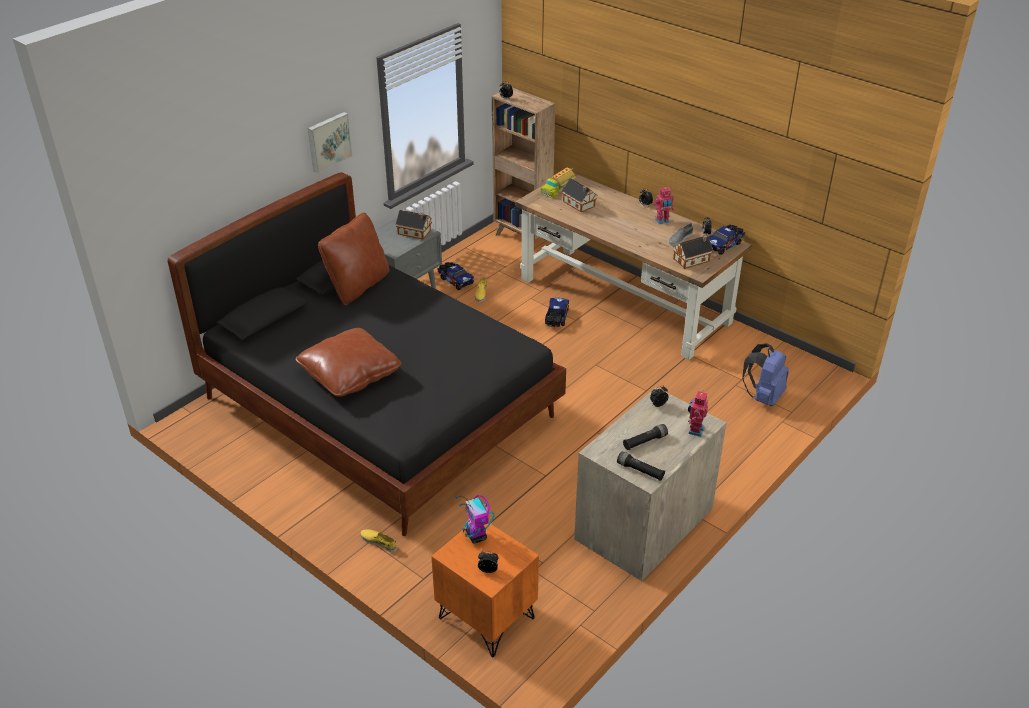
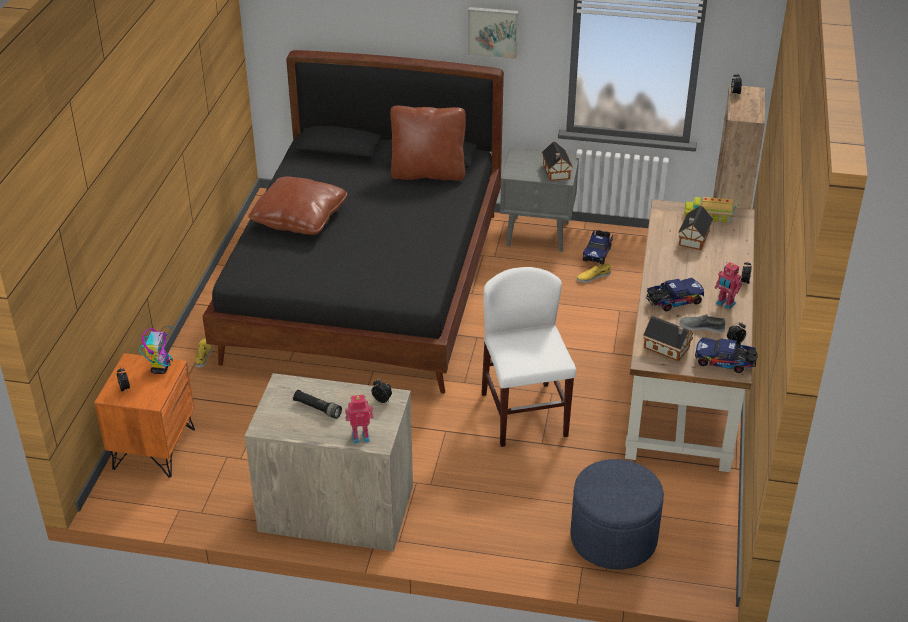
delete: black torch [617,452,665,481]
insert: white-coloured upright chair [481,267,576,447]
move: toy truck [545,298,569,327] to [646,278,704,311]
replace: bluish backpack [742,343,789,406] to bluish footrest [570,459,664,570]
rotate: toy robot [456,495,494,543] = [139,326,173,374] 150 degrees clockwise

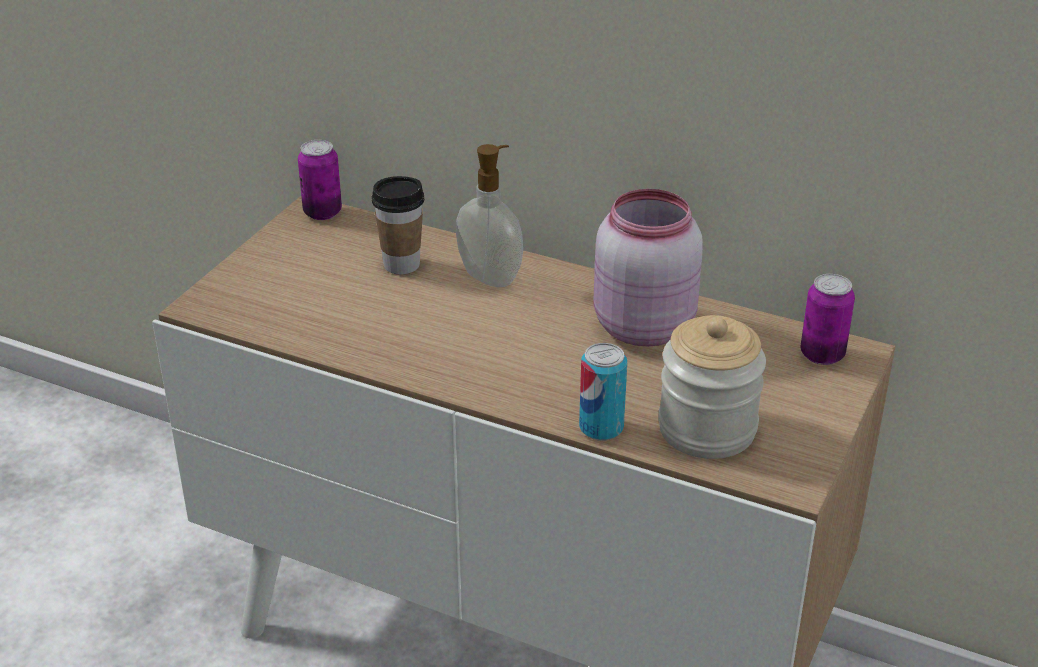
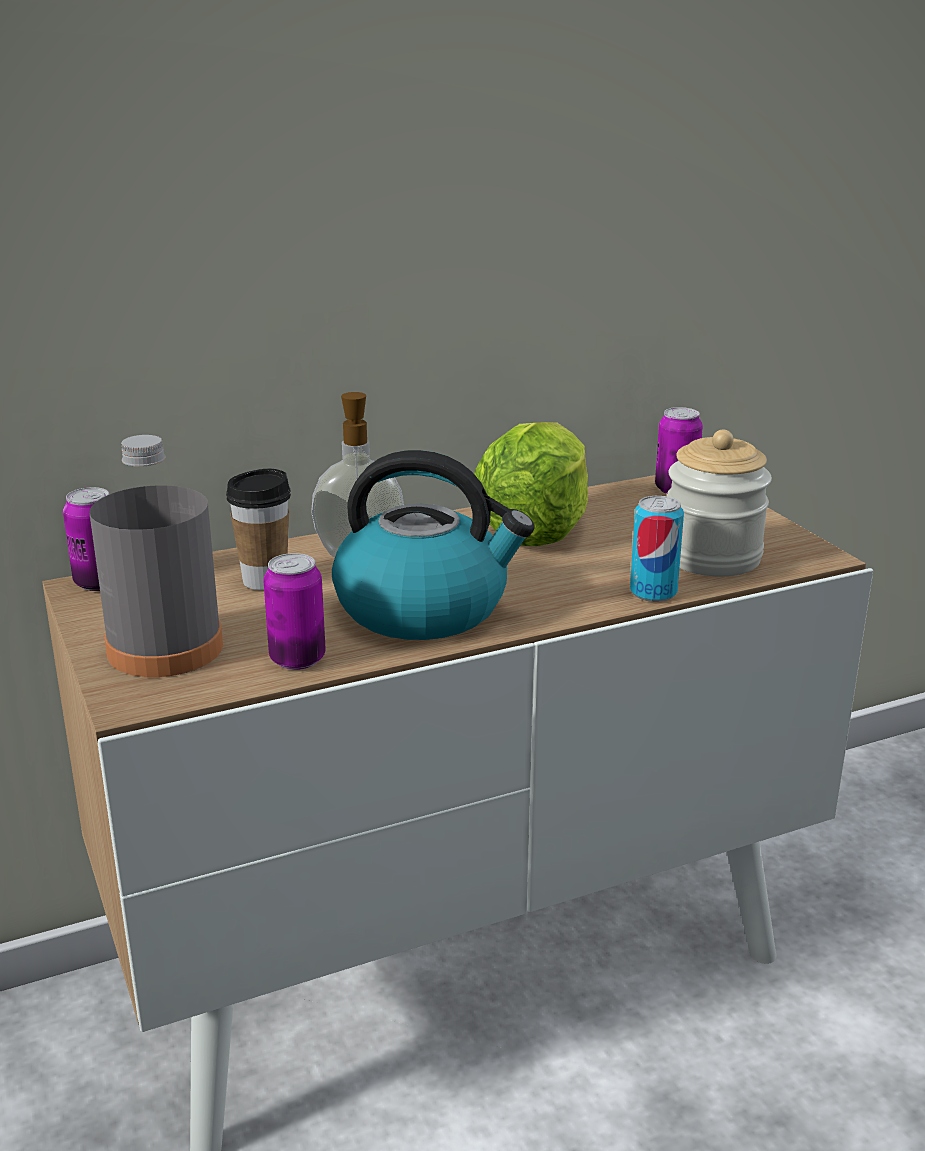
insert: gray drink bottle [89,435,223,677]; can [263,553,326,670]; tea kettle [332,450,535,640]
replace: pink-coloured preserve jar [594,189,703,347] to lettuce [475,422,588,546]

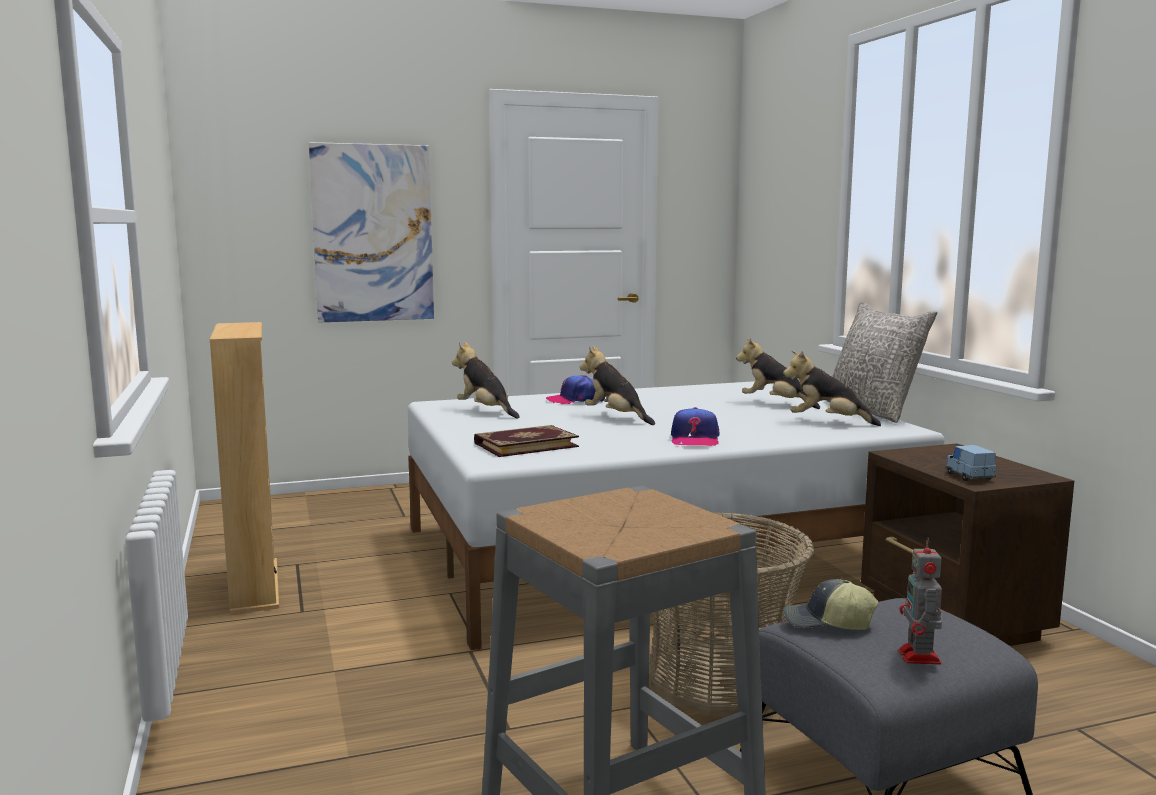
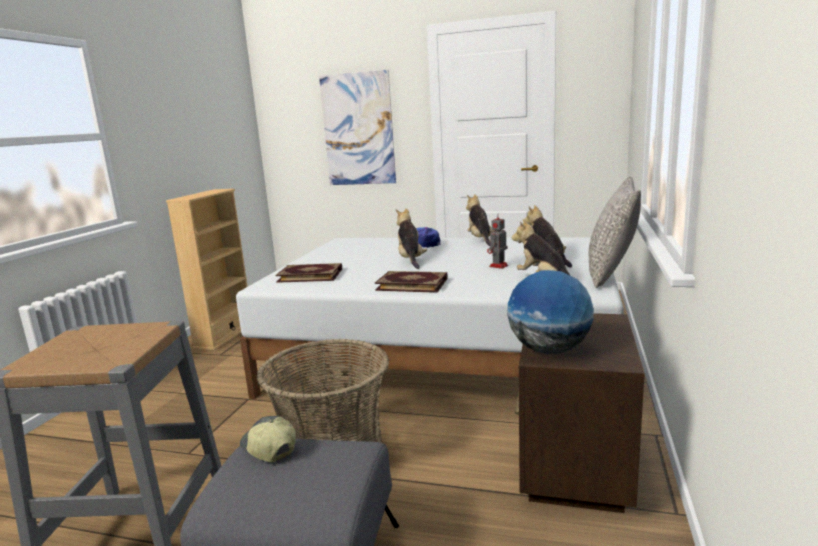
move: soft toy [452,342,519,418] to [466,194,495,246]; toy robot [898,537,942,665] to [487,213,508,269]
replace: baseball cap [671,407,719,446] to bound book [375,271,448,293]; bluish model car [946,445,996,481] to desk globe [507,270,594,354]

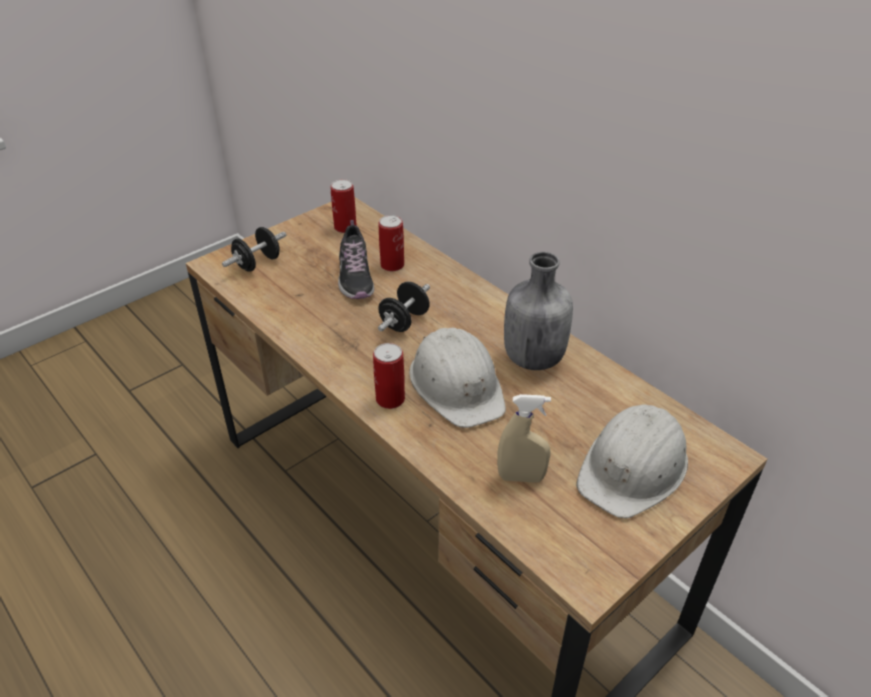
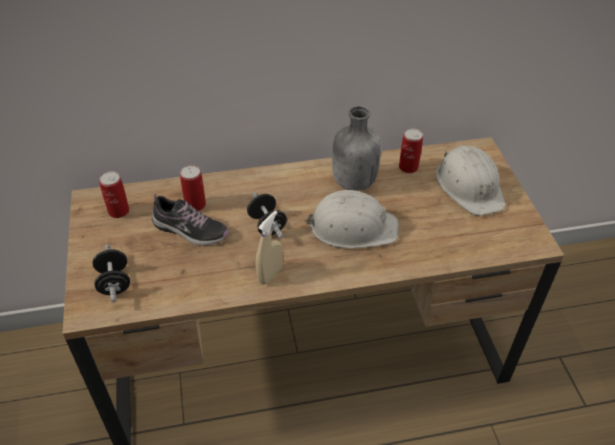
move: can [373,343,405,409] to [399,129,423,173]; beige-coloured spray bottle [497,394,551,483] to [256,210,283,284]

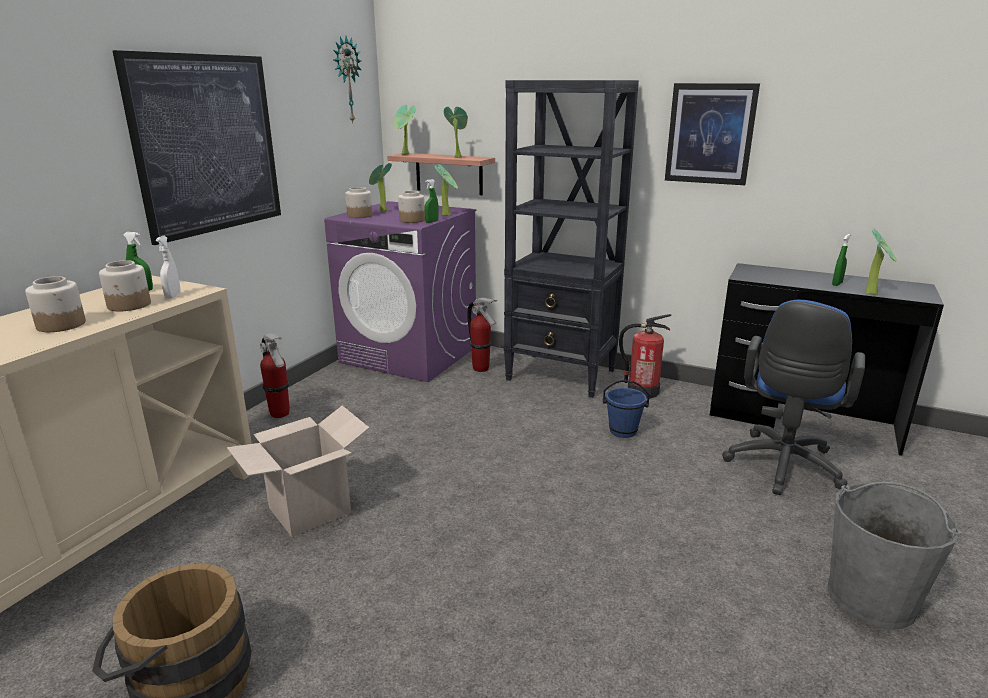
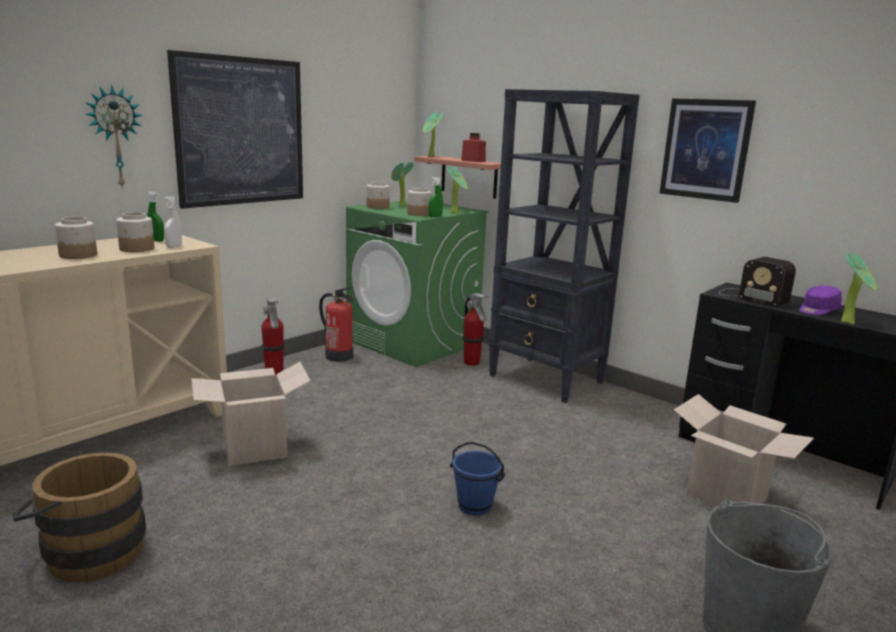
insert: radio receiver [719,257,796,308]
move: hanging clock [333,36,361,123] to [85,85,143,189]; bluish bucket [603,380,650,438] to [450,442,505,516]; fire extinguisher [619,314,671,399] to [319,287,354,362]
replace: houseplant [444,106,468,158] to red preserve jar [461,133,486,162]; bluish desk chair [722,300,865,495] to cardboard box [674,394,814,507]; green-coloured spray bottle [832,234,850,286] to purple baseball cap [799,286,842,315]
recolor: purple washing machine [324,201,477,382] to green-coloured washing machine [346,200,489,367]

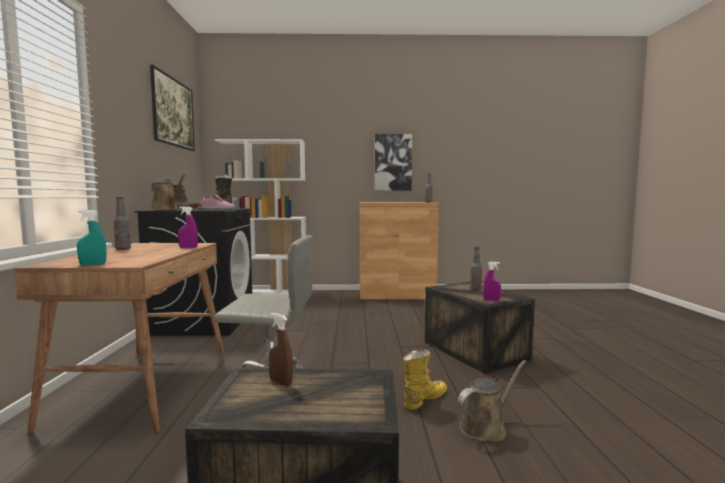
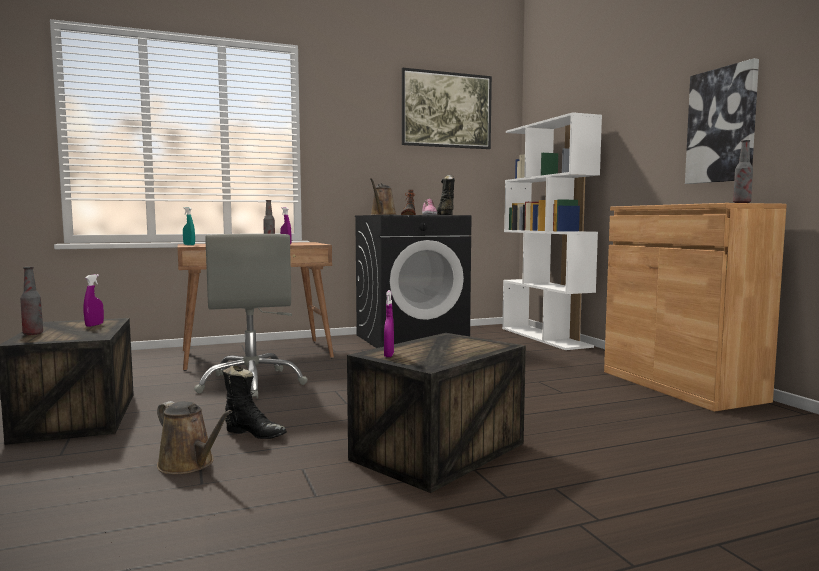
move: drink bottle [470,247,482,291] to [20,267,43,335]
recolor: brown spray bottle [268,313,293,387] to purple spray bottle [83,274,104,327]; yellow-coloured boot [403,350,447,410] to black boot [222,366,287,439]

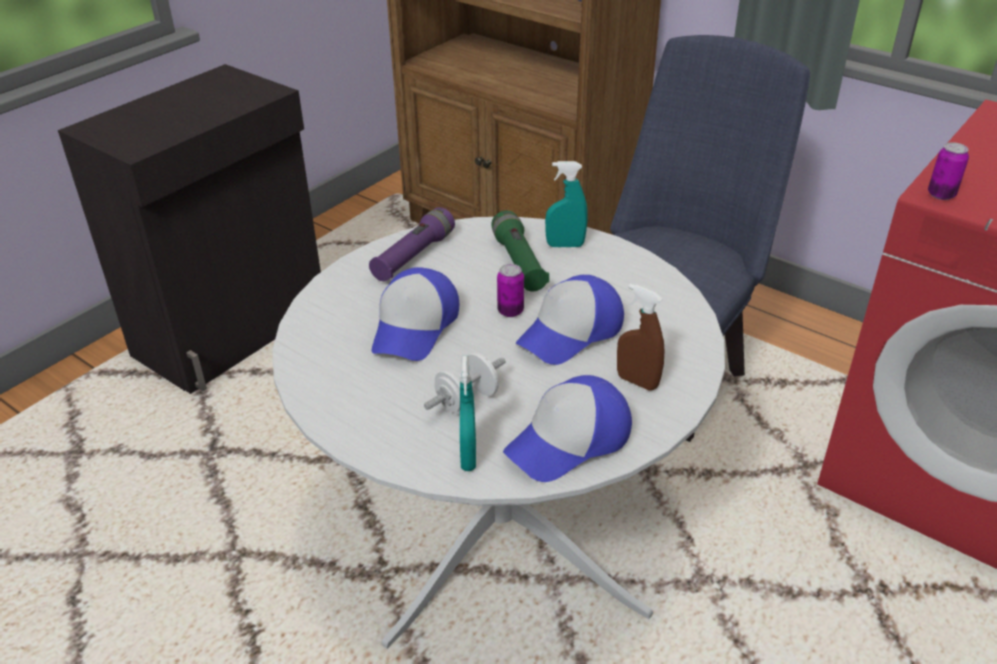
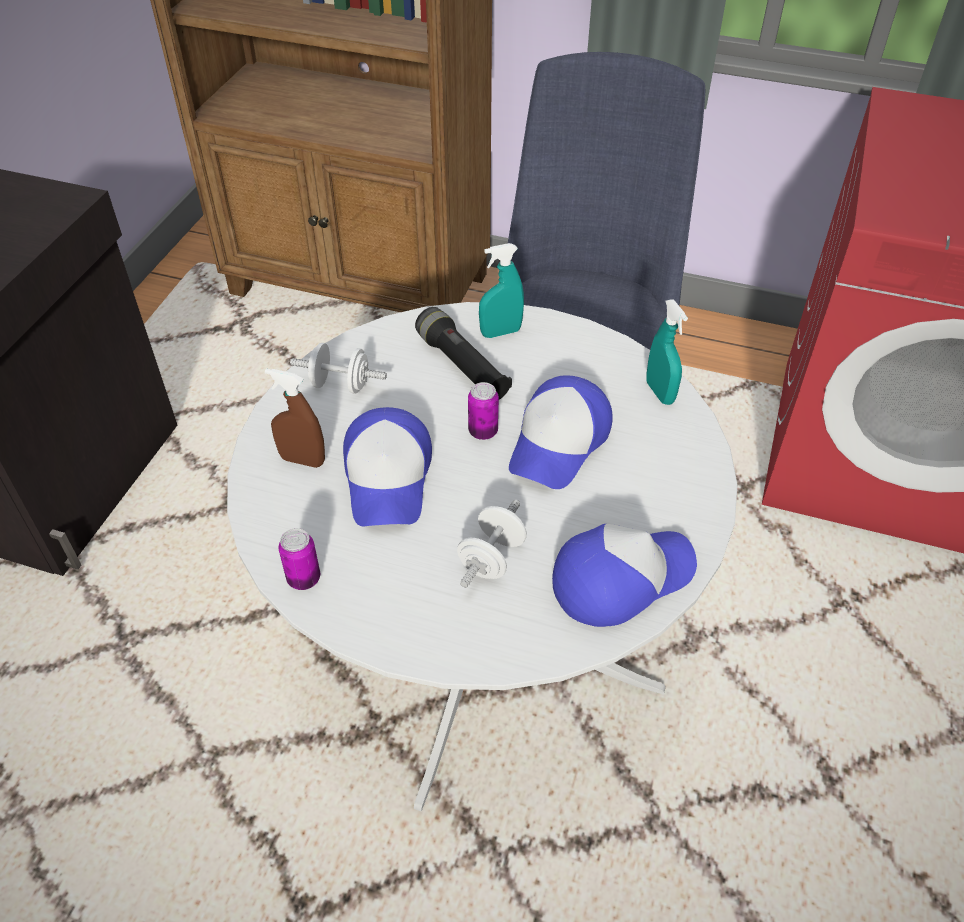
move: turquoise-coloured spray bottle [460,356,476,471] to [646,299,688,405]; brown spray bottle [617,284,665,390] to [265,368,325,468]; can [928,142,969,200] to [278,528,320,590]
replace: purple torch [369,207,455,281] to white-coloured hand weight [290,343,387,394]
recolor: green-coloured torch [491,210,549,292] to black torch [415,307,512,400]
rotate: baseball cap [503,375,632,482] = [552,524,697,627] 150 degrees counterclockwise

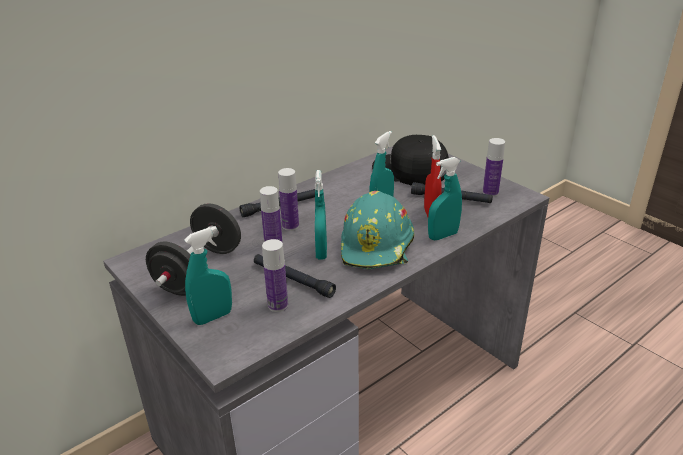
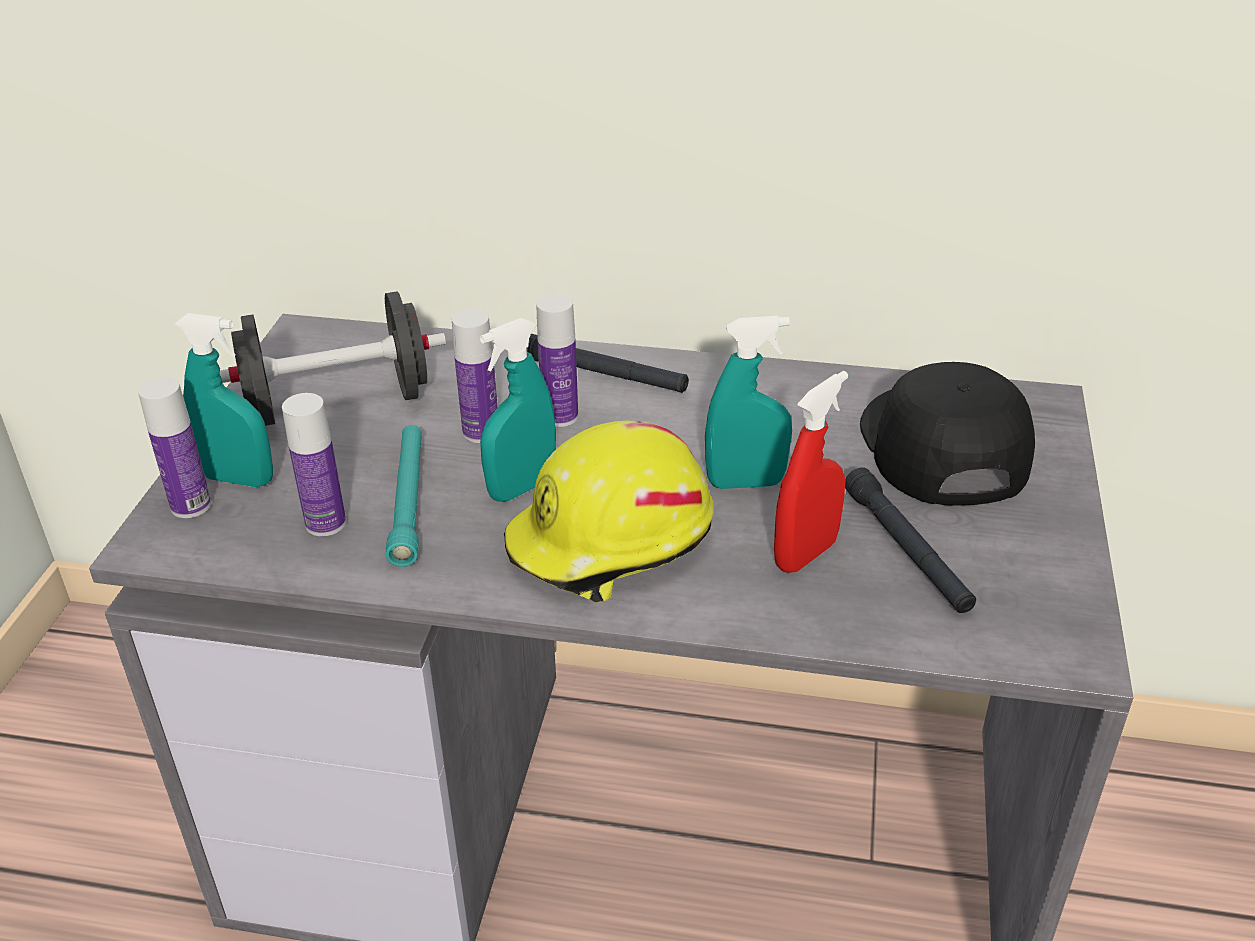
delete: turquoise-coloured spray bottle [428,157,462,240]
move: drink bottle [483,138,505,197] to [138,377,211,518]
recolor: black torch [254,254,336,298] to turquoise-coloured torch [386,425,422,567]; turquoise-coloured safety helmet [341,191,414,269] to yellow-coloured safety helmet [504,421,714,603]

